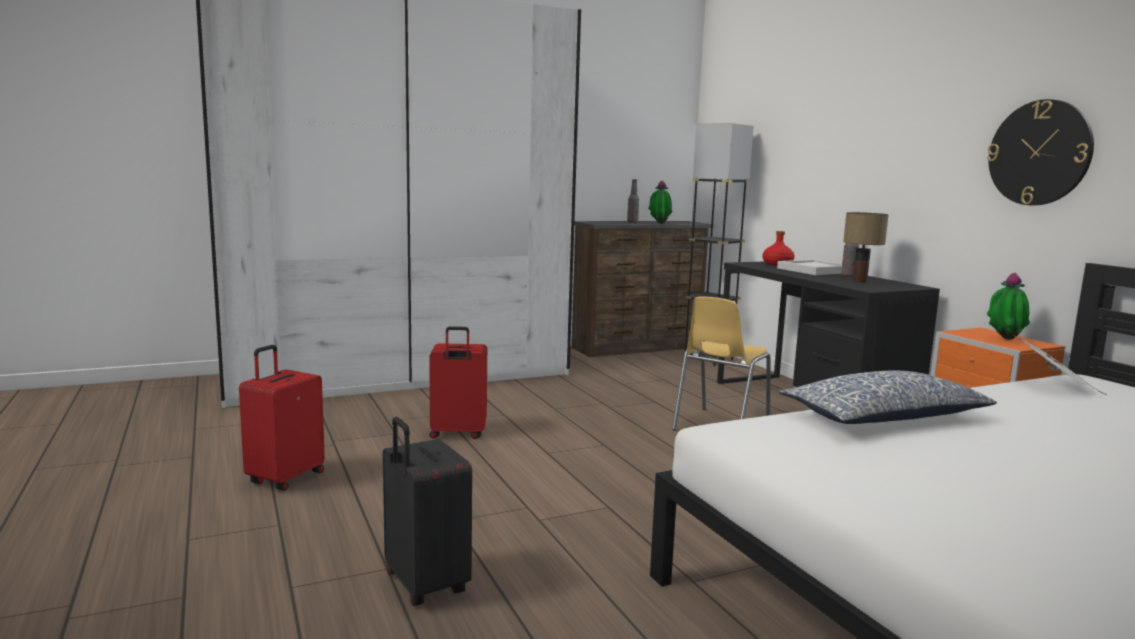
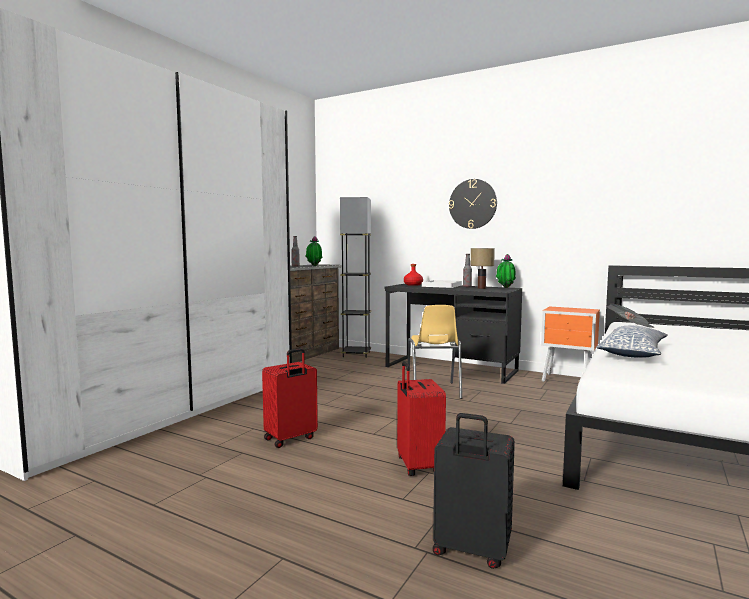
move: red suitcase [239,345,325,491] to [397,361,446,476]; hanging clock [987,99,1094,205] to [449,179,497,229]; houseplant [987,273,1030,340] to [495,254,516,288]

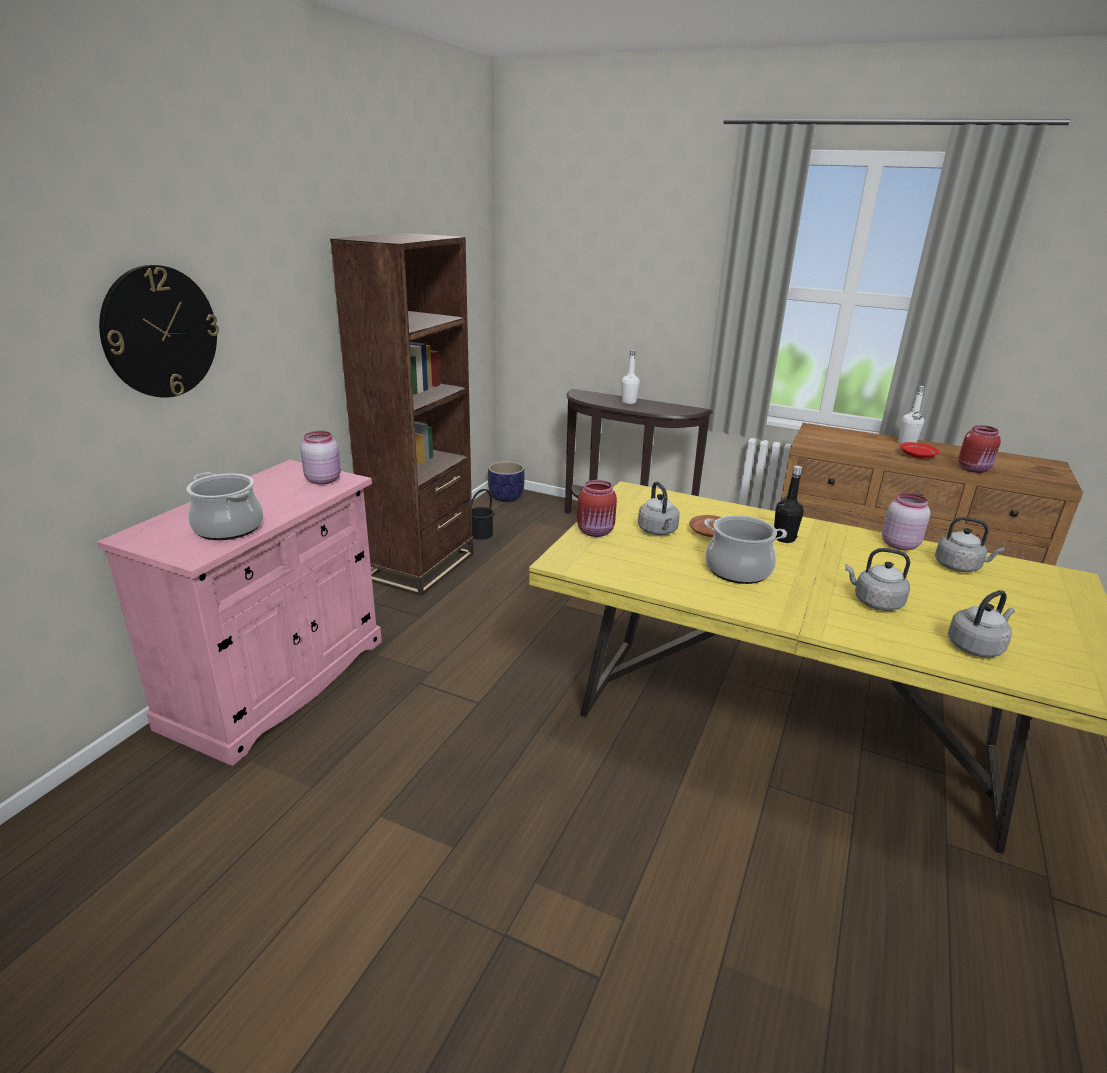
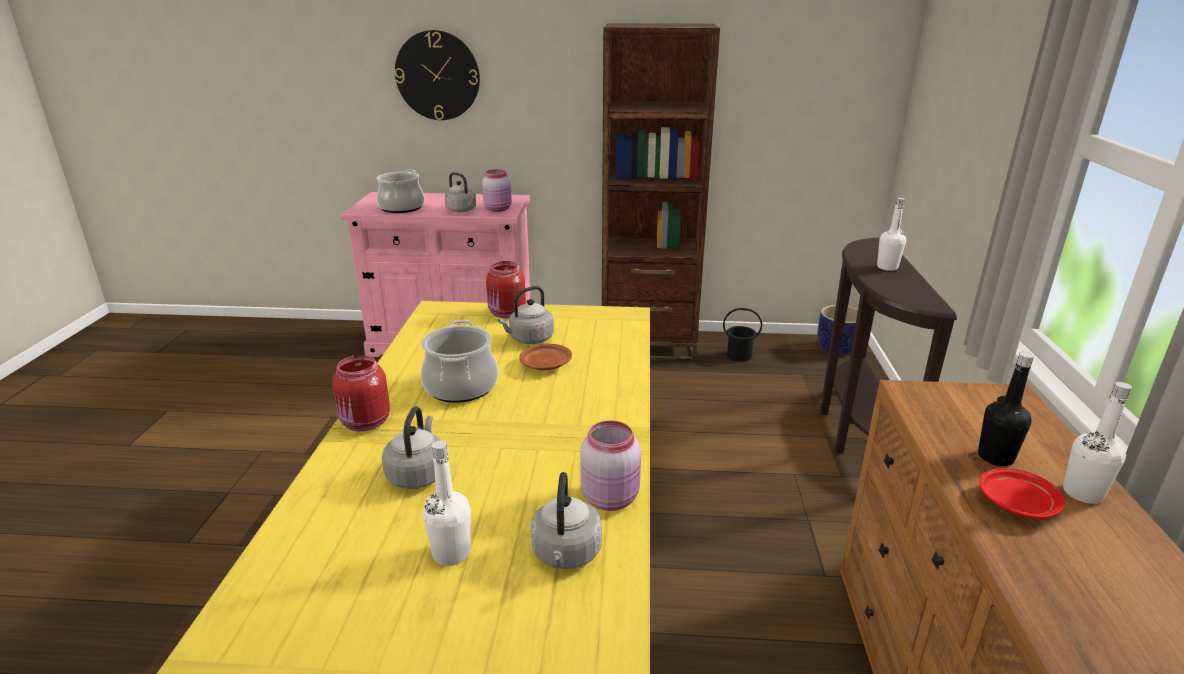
insert: white-coloured drink bottle [423,440,471,566]
move: black drink bottle [774,466,804,543] to [978,352,1034,466]; gray tea kettle [948,590,1015,657] to [445,172,476,212]; red preserve jar [958,425,1001,473] to [332,355,390,431]

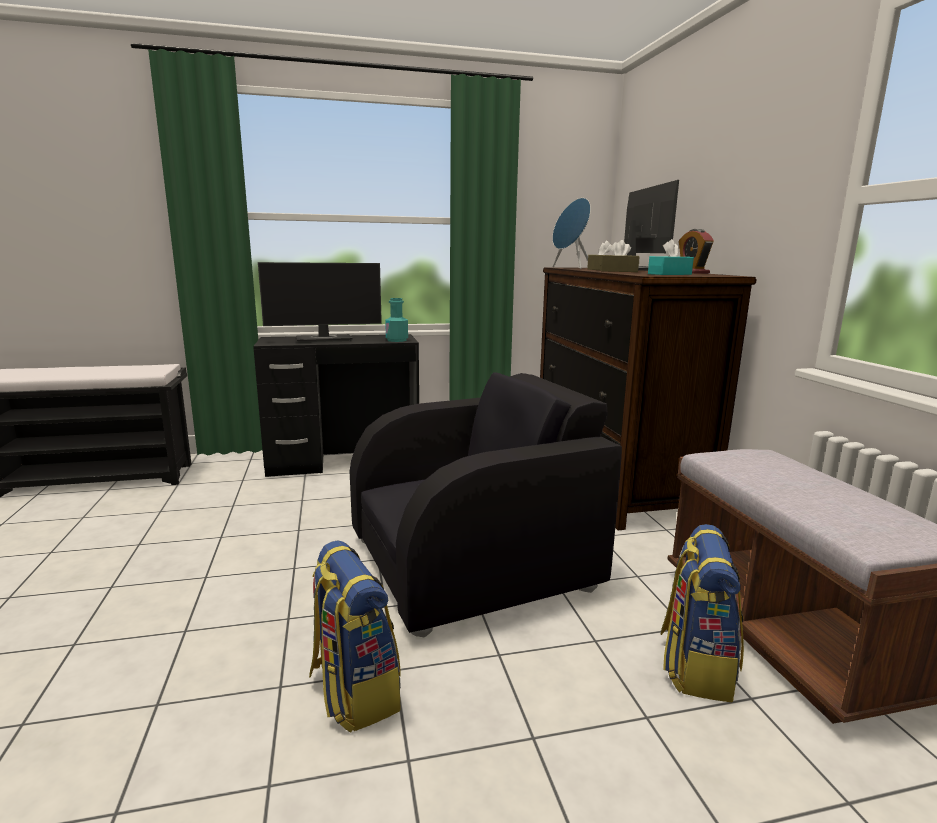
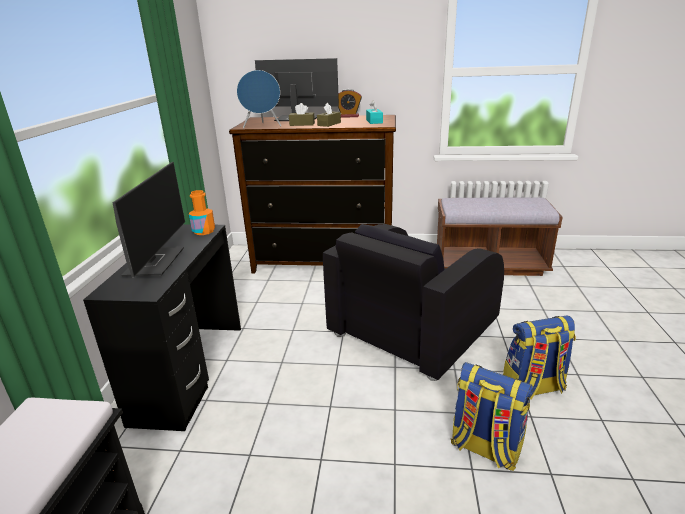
move: backpack [661,524,744,702] to [451,362,534,471]
recolor: turquoise-coloured drink bottle [385,298,408,342] to orangey drink bottle [189,190,215,235]
rotate: black armchair [349,372,622,637] = [323,224,504,381] 135 degrees counterclockwise

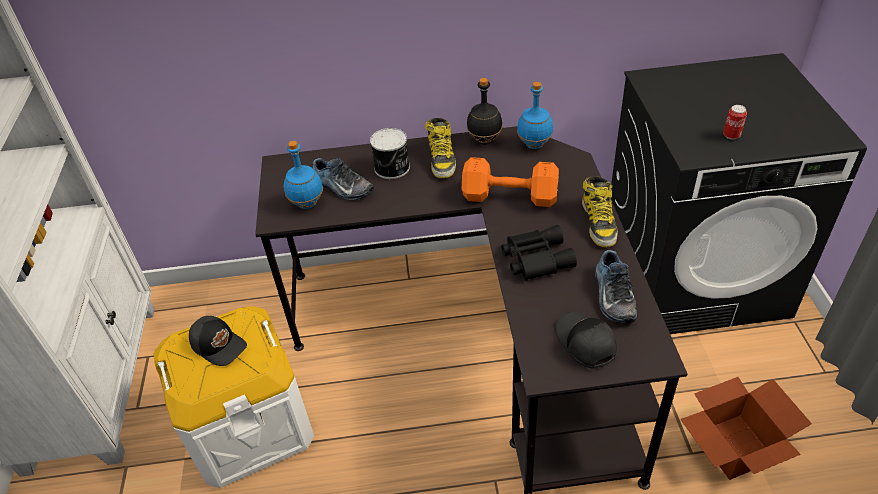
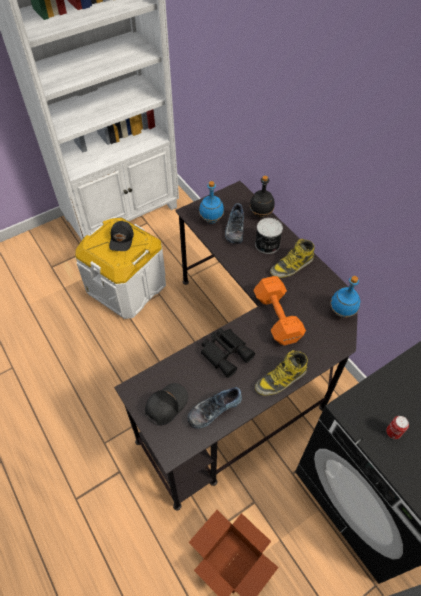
move: black drink bottle [467,78,503,145] to [250,176,274,218]

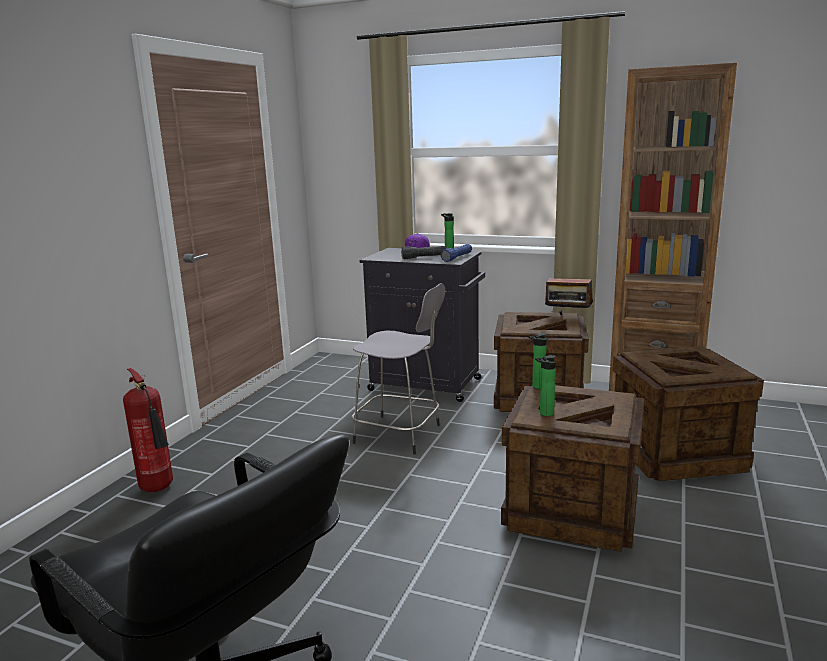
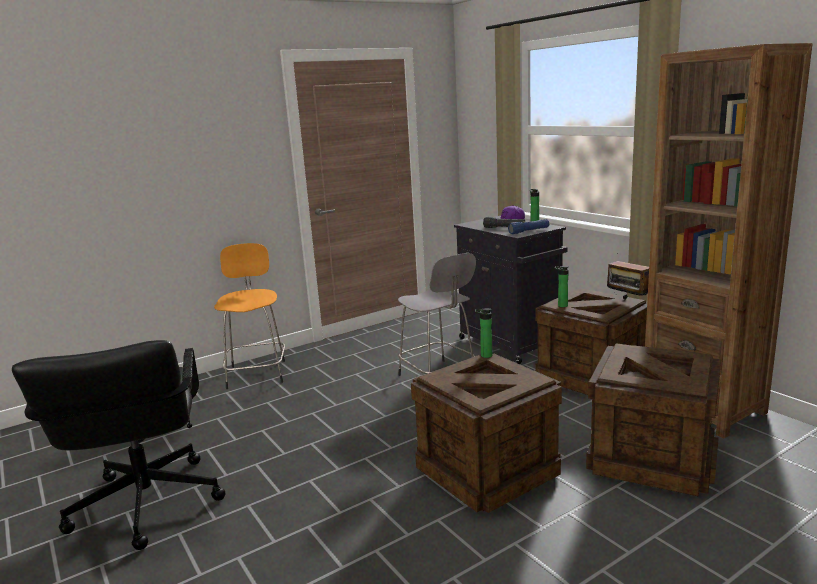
move: drink bottle [535,355,556,416] to [554,266,569,307]
replace: fire extinguisher [123,368,173,492] to orangey sitting stool [214,243,285,389]

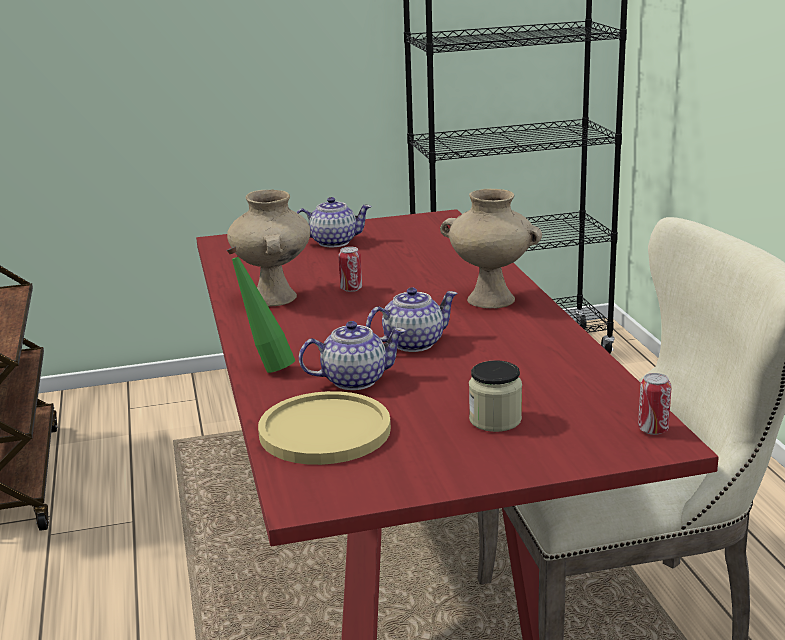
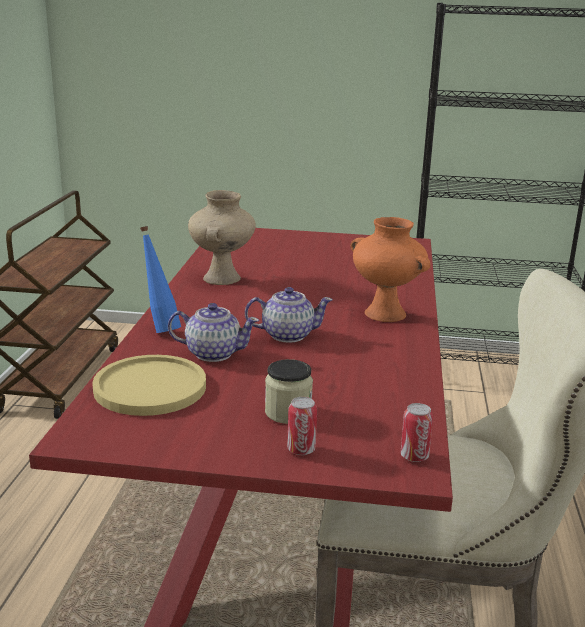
delete: tea pot [296,197,372,247]
move: can [338,247,362,292] to [287,397,317,455]
recolor: green-coloured drink bottle [227,247,295,373] to bluish drink bottle [140,226,181,333]; beige-coloured vase [440,189,542,308] to orangey vase [350,217,431,322]

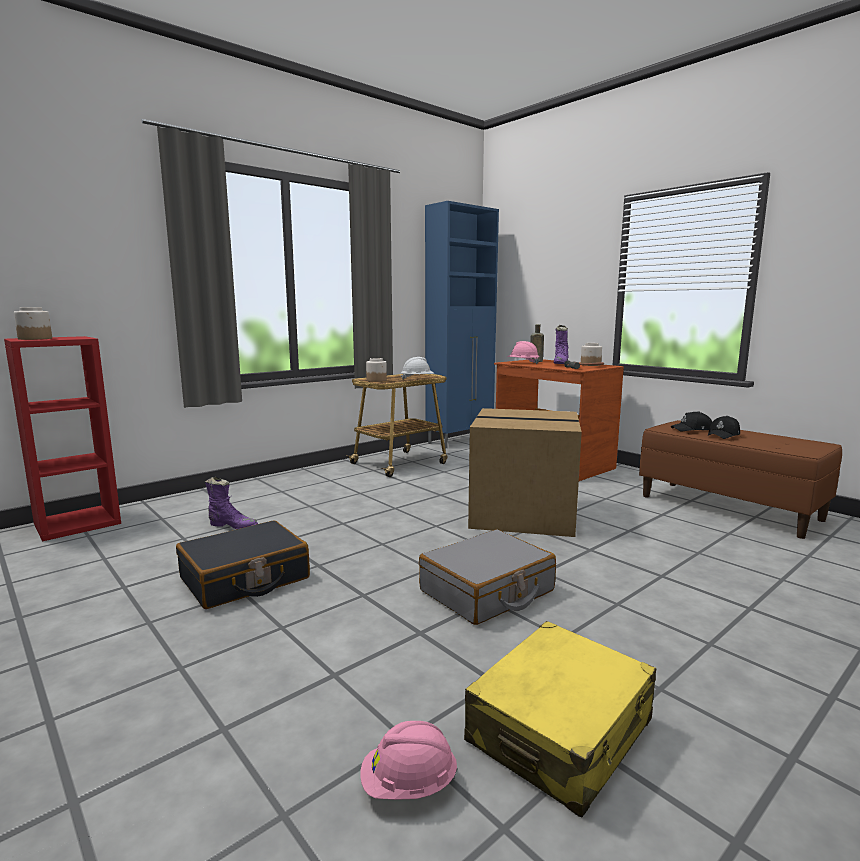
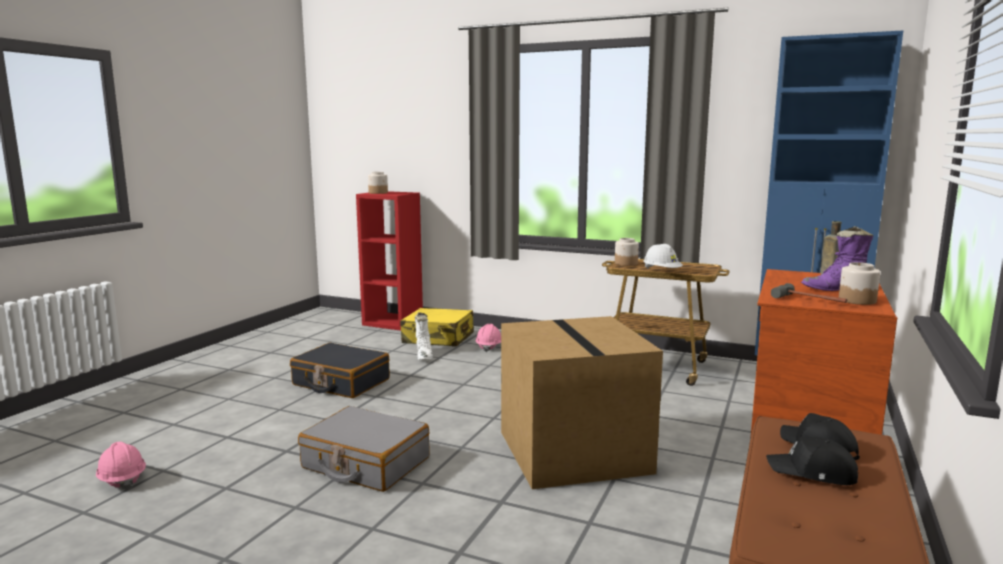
move: yellow-coloured suitcase [464,621,656,817] to [400,308,474,347]; pink-coloured safety helmet [507,341,539,364] to [476,324,501,352]
recolor: purple boot [205,477,258,529] to white-coloured boot [415,312,433,360]

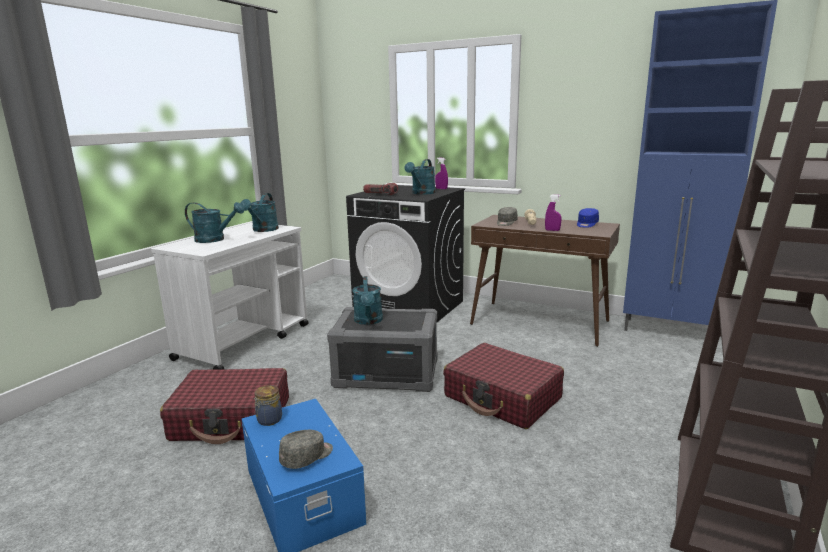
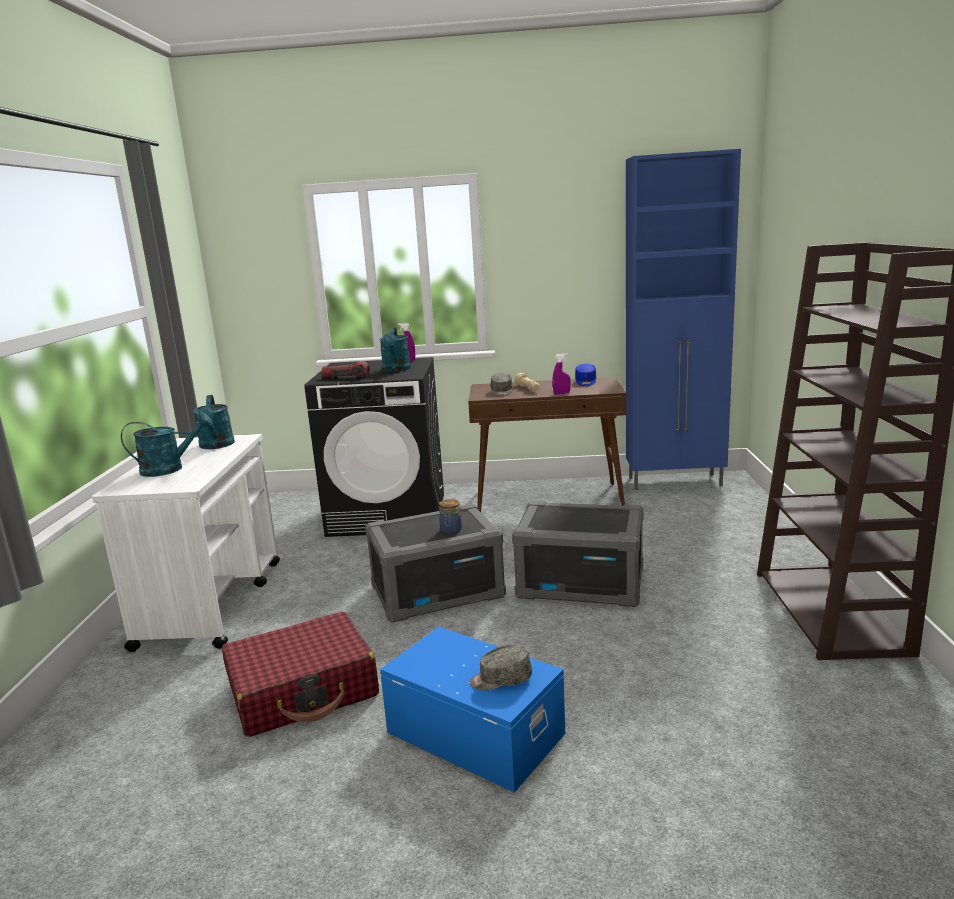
delete: turquoise-coloured sprinkling can [352,276,383,325]
move: preserve jar [254,385,282,426] to [439,499,462,534]
replace: red suitcase [443,343,564,429] to gray storage bin [512,501,644,607]
rotate: gray baseball cap [279,430,333,469] = [469,644,532,690] 120 degrees counterclockwise

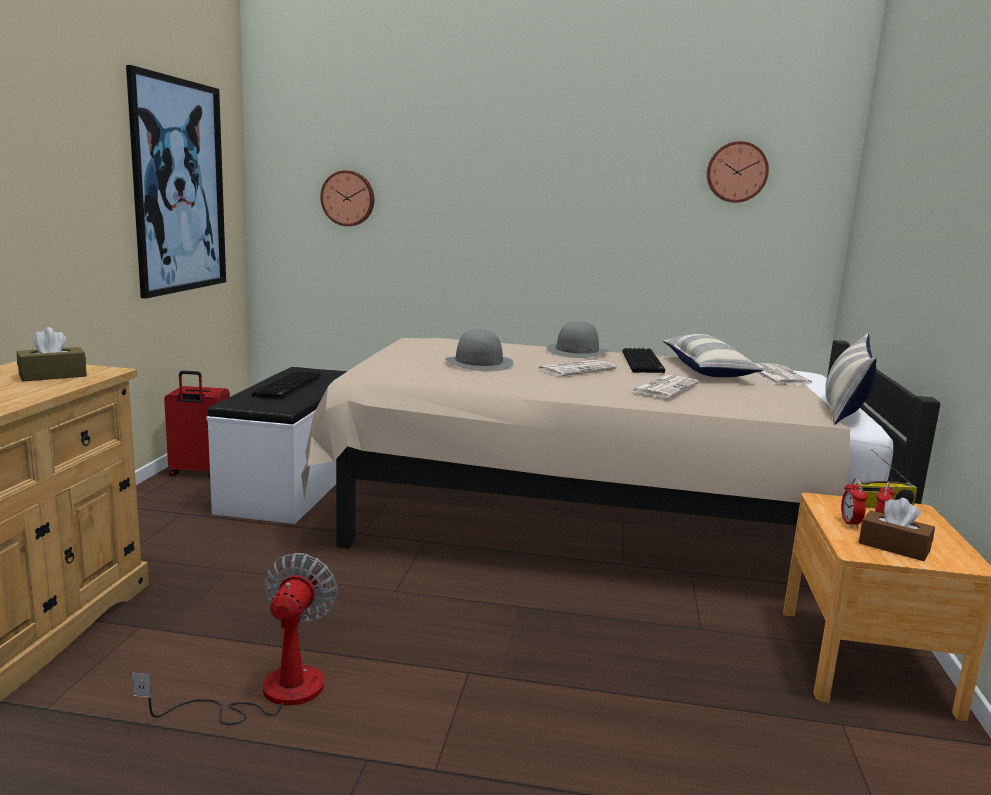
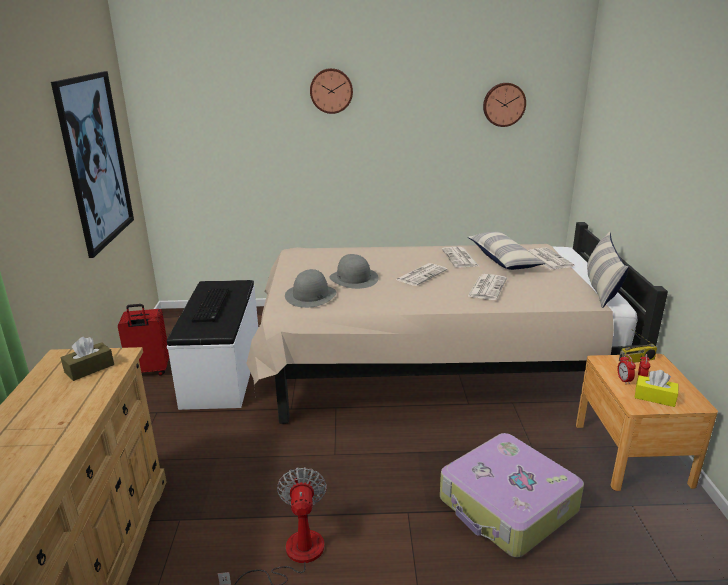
insert: suitcase [440,433,584,558]
move: hanging clock [320,170,374,226] to [310,68,353,114]; gray hat [547,321,608,358] to [285,269,336,308]
replace: PC keyboard [623,348,665,373] to newspaper [442,247,479,267]
recolor: brown tissue holder [858,498,935,561] to yellow-coloured tissue holder [635,370,679,407]

